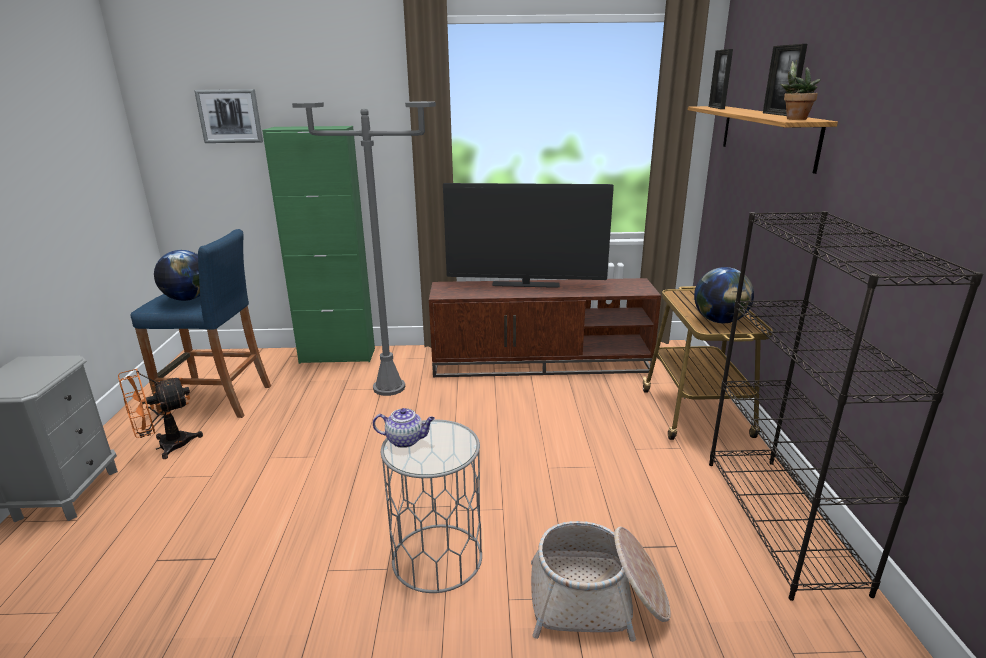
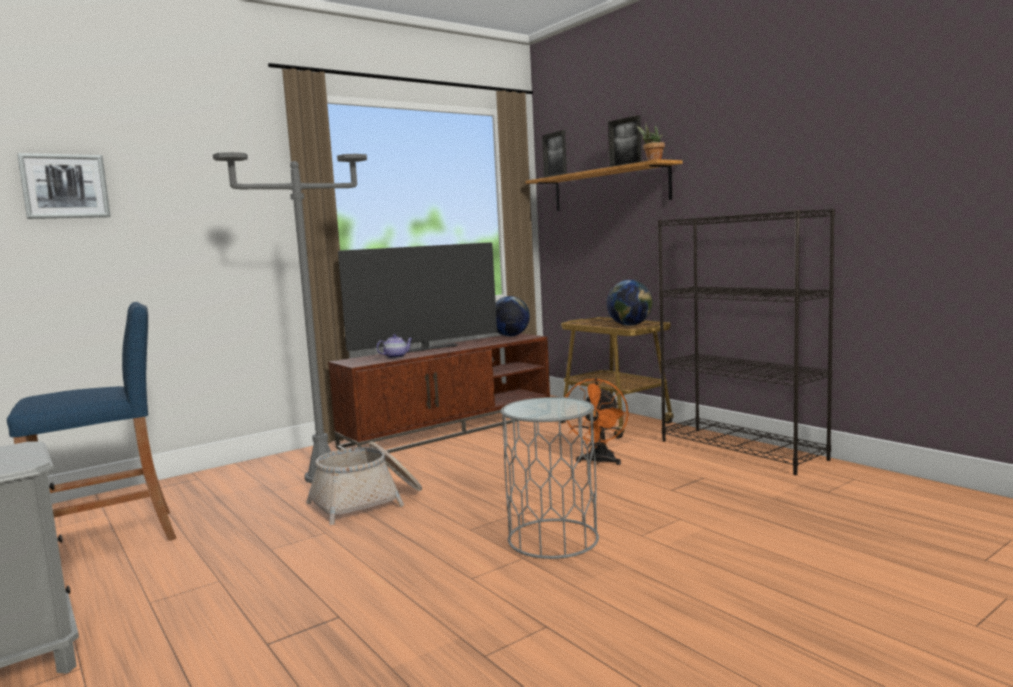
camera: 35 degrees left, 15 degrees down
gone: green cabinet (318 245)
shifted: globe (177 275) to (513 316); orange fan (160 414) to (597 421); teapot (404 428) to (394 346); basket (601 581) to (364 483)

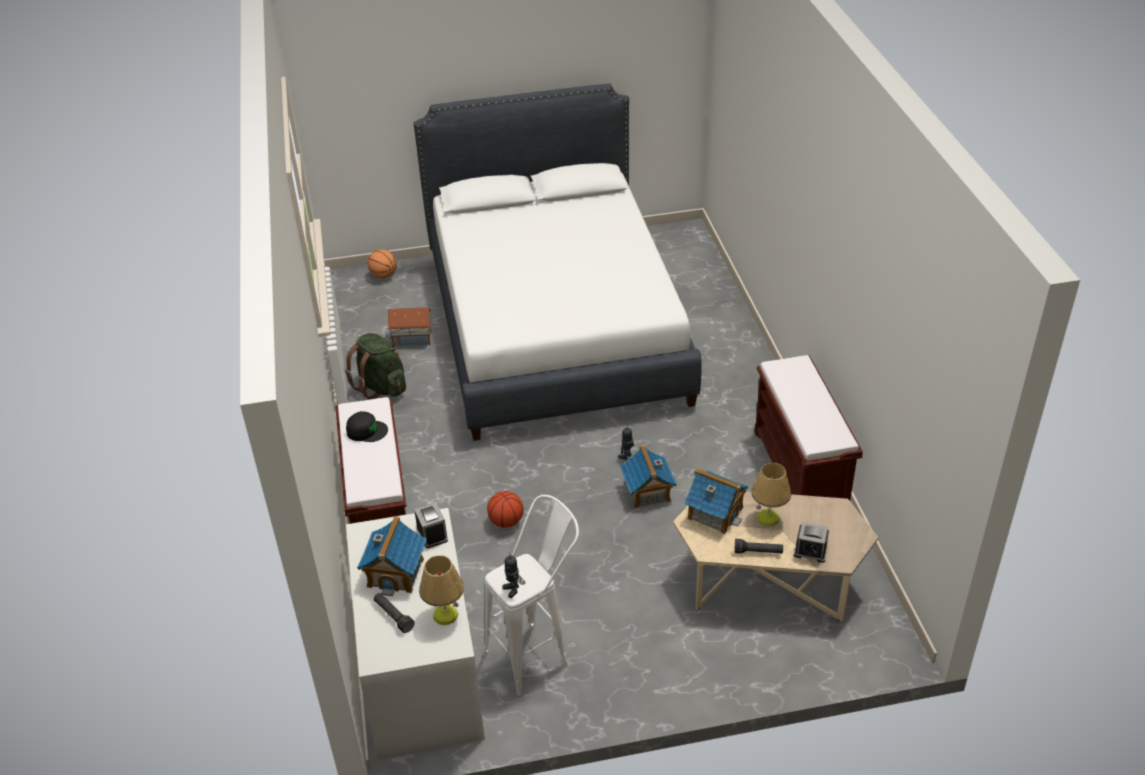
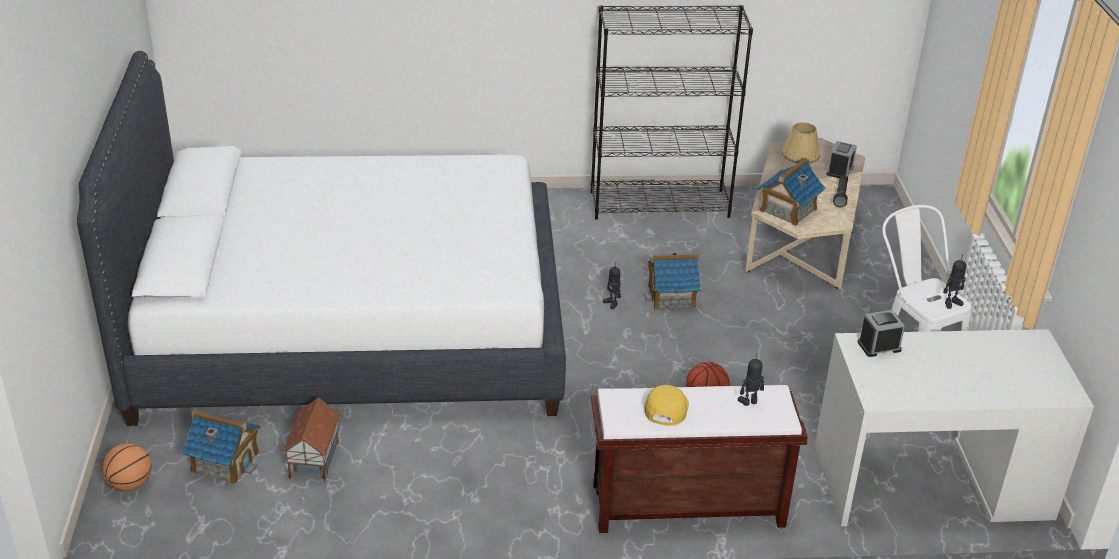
camera: 85 degrees left, 5 degrees down
gone: green backpack (375 366); table lamp (441 590); black flashlight (394 613)
new: toy robot (751 380)
shifted: toy house (392 556) to (221 447)
swapped: brown bench (809 427) to black bookcase (672 112)
repainted: black cap (367 426) to yellow cap (666 405)

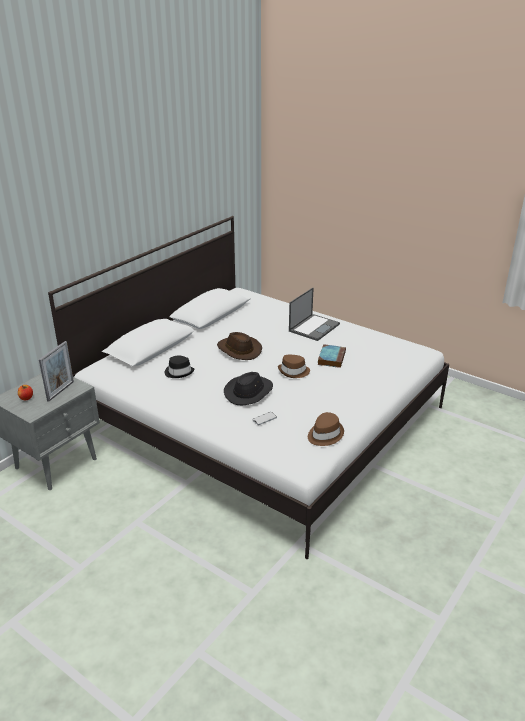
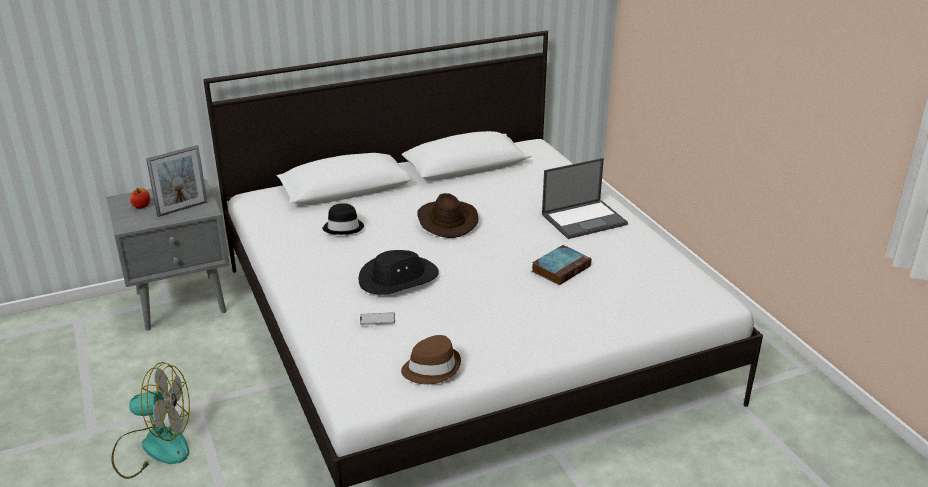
camera: 30 degrees right, 0 degrees up
gone: brown hat (294 366)
new: fan (150 420)

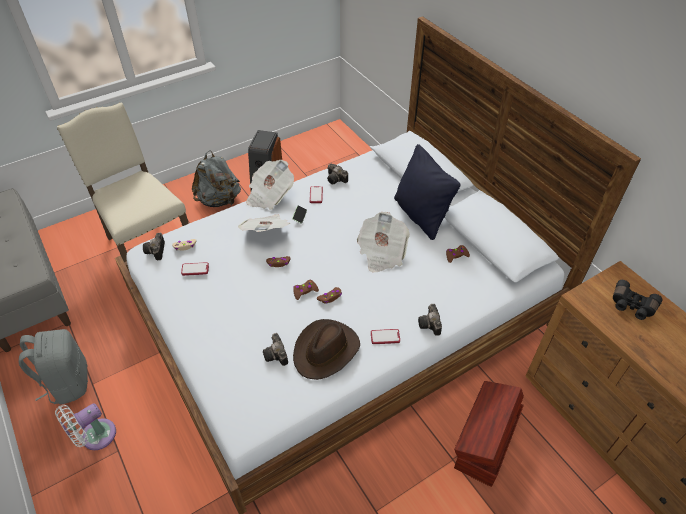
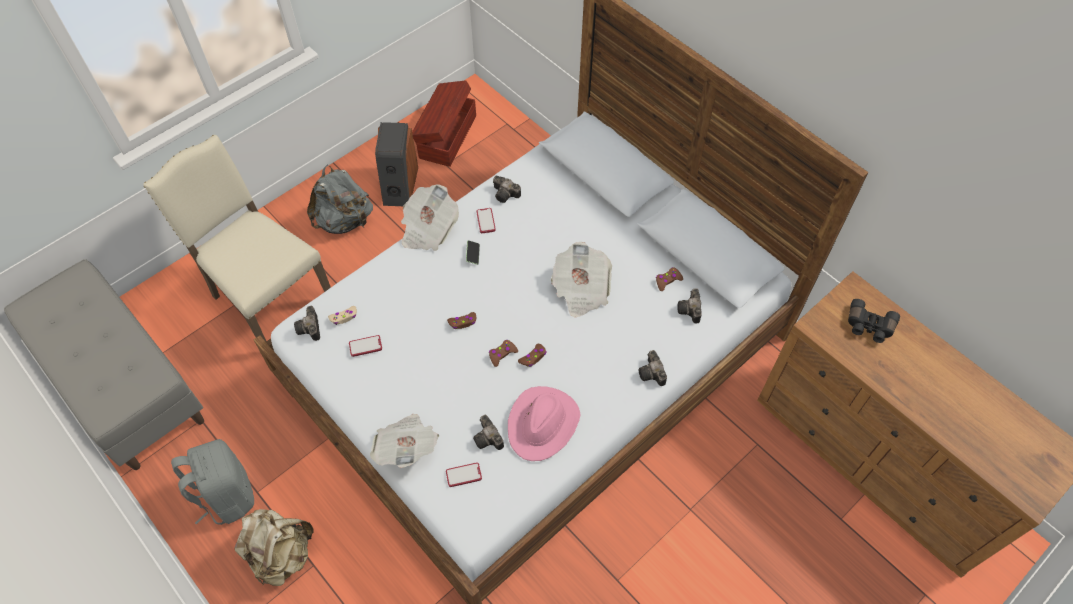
camera: 10 degrees left, 10 degrees up
gone: black pillow (427 192)
new: photo camera (690 305)
shifted: newspaper (264 223) to (404 441); phone (385 336) to (464 475); brown storage box (489 434) to (444 123)
swapped: white fan (85 426) to beige backpack (273 547)
repainted: brown hat (326 349) to pink hat (544 423)

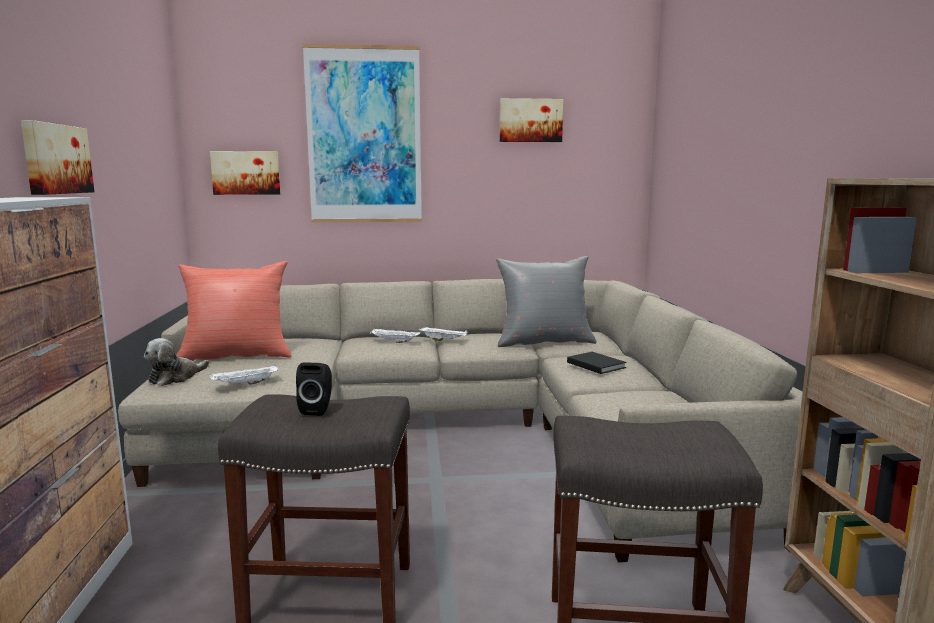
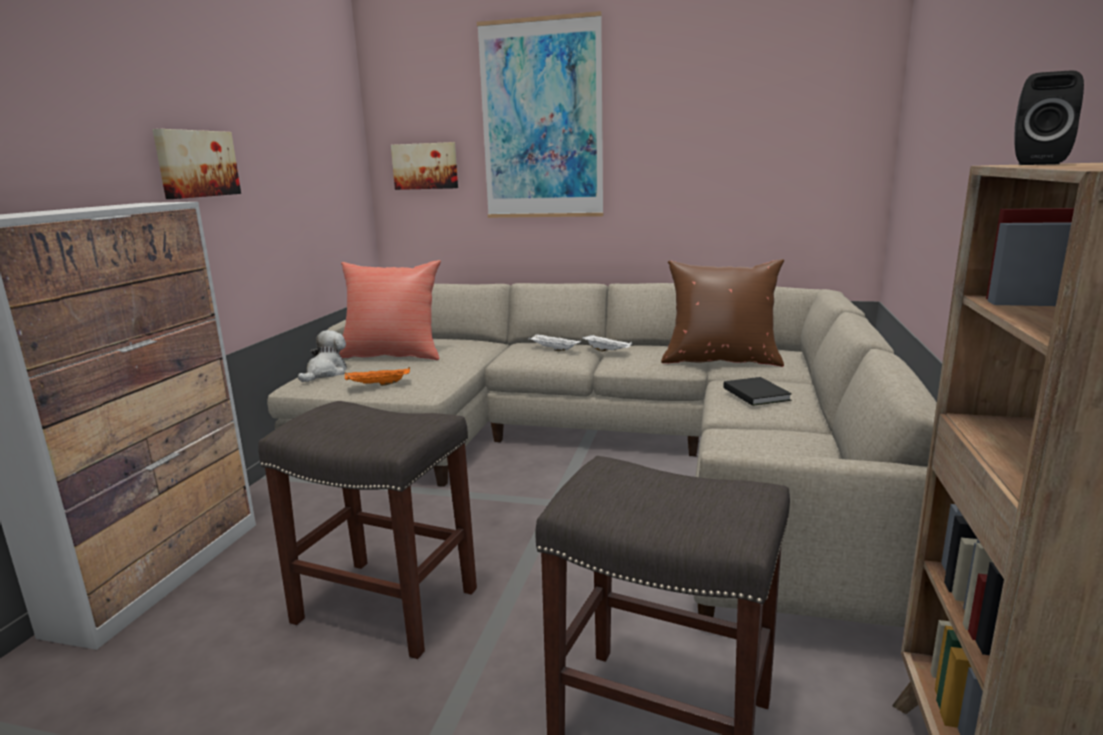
camera: 20 degrees right, 5 degrees up
gone: picture (531 120)
shifted: black speaker (314 389) to (1049 118)
repainted: grey pillow (546 301) to brown pillow (722 313); white tray (244 374) to orange tray (377 376)
rotated: plush toy (176 362) = (322 356) 150 degrees clockwise

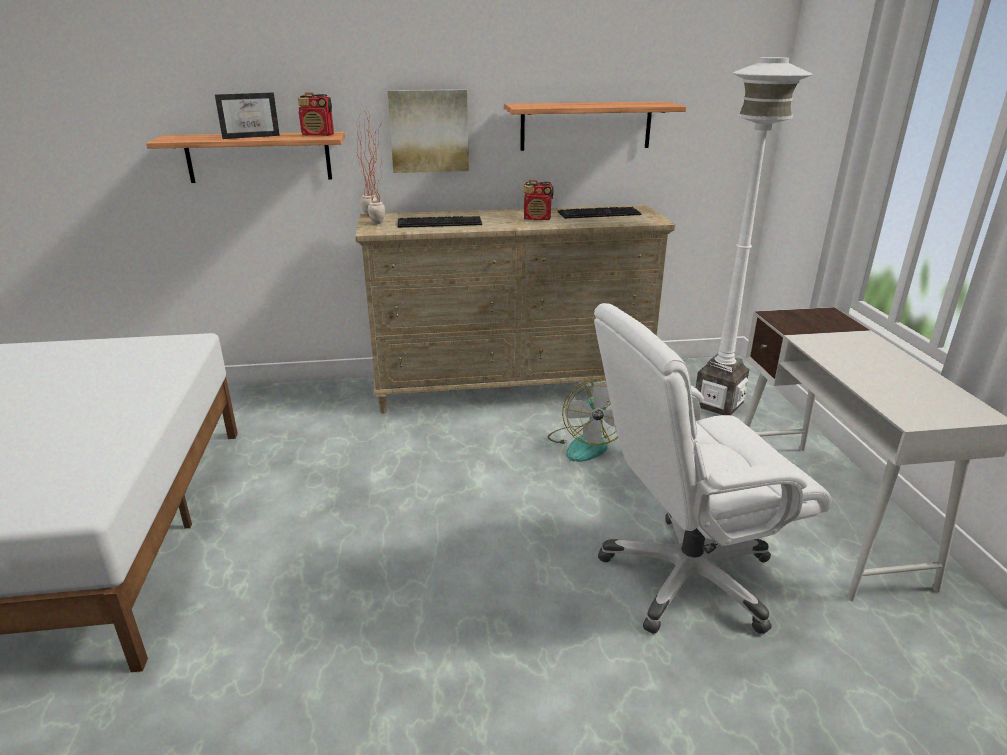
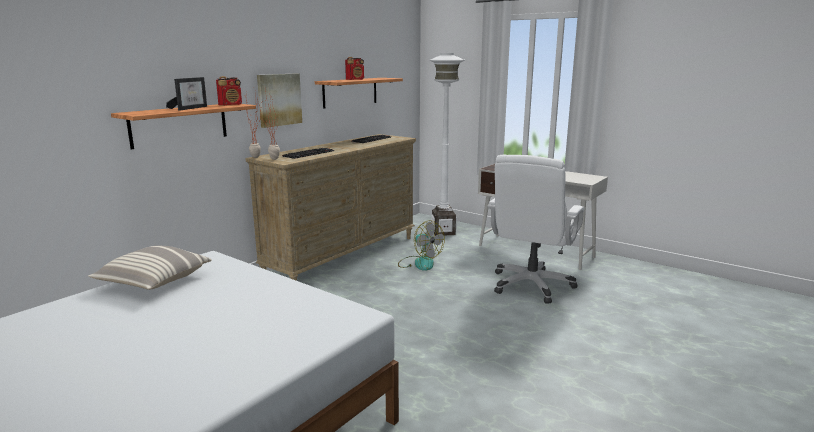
camera: 45 degrees left, 10 degrees down
new: pillow (150 268)
shifted: radio (538 199) to (354 68)

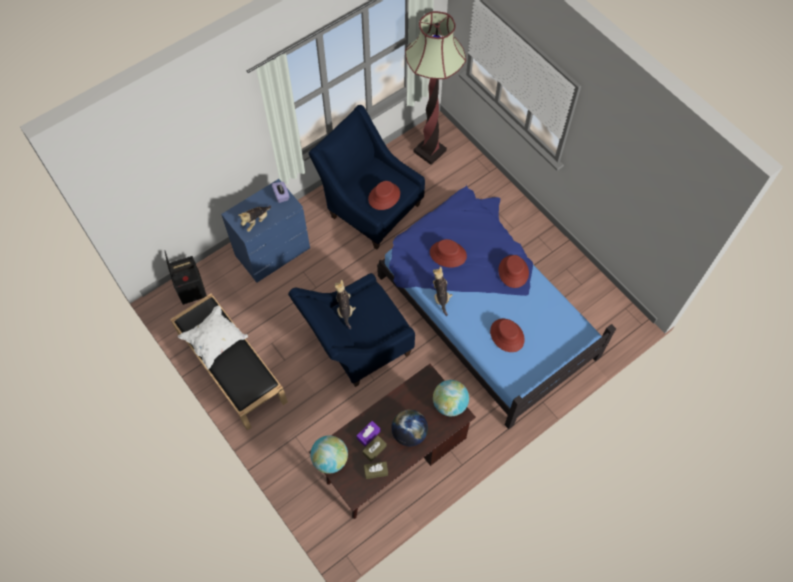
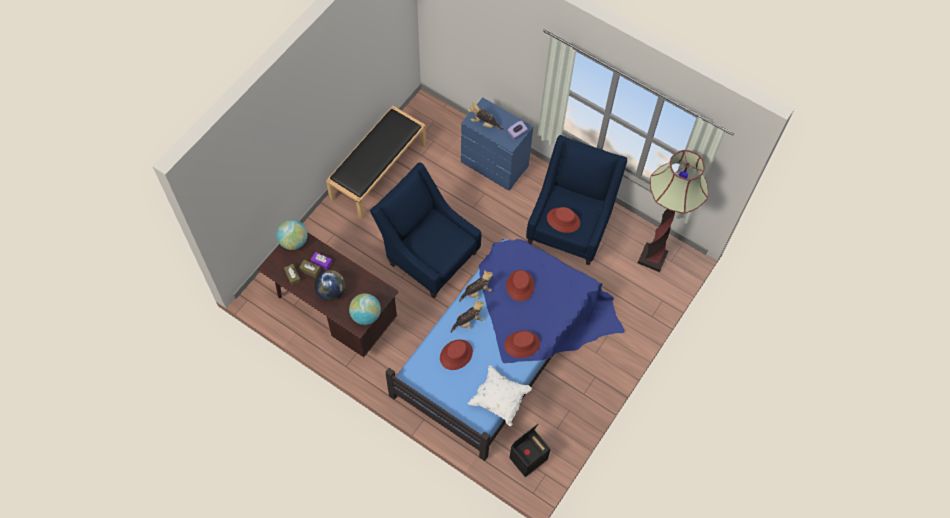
camera: 70 degrees right, 0 degrees up
shifted: black storage box (185 277) to (530 450); plush toy (345 304) to (467 316); white pillow (213 337) to (500 395)

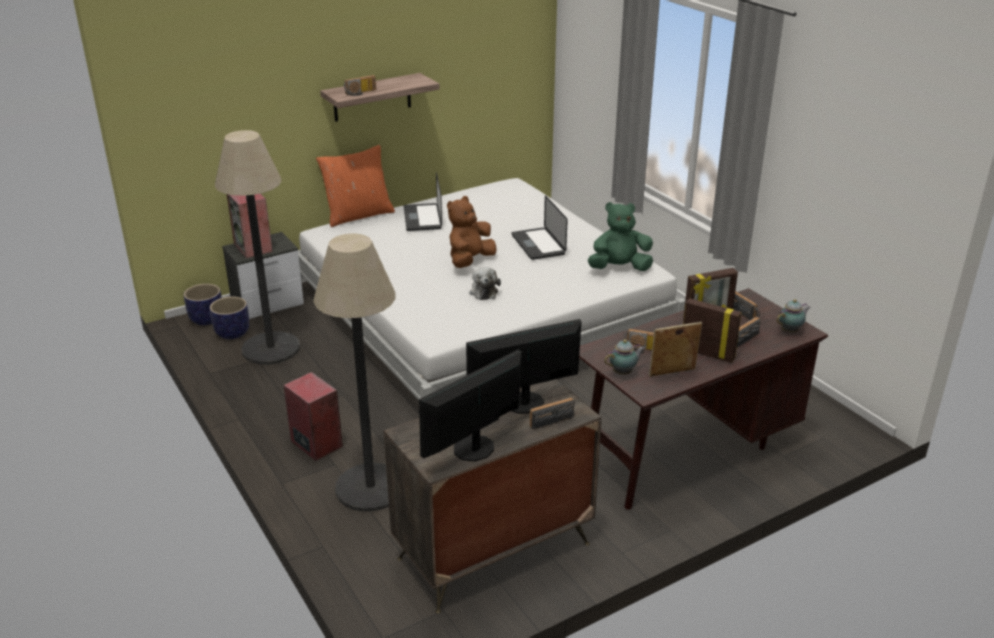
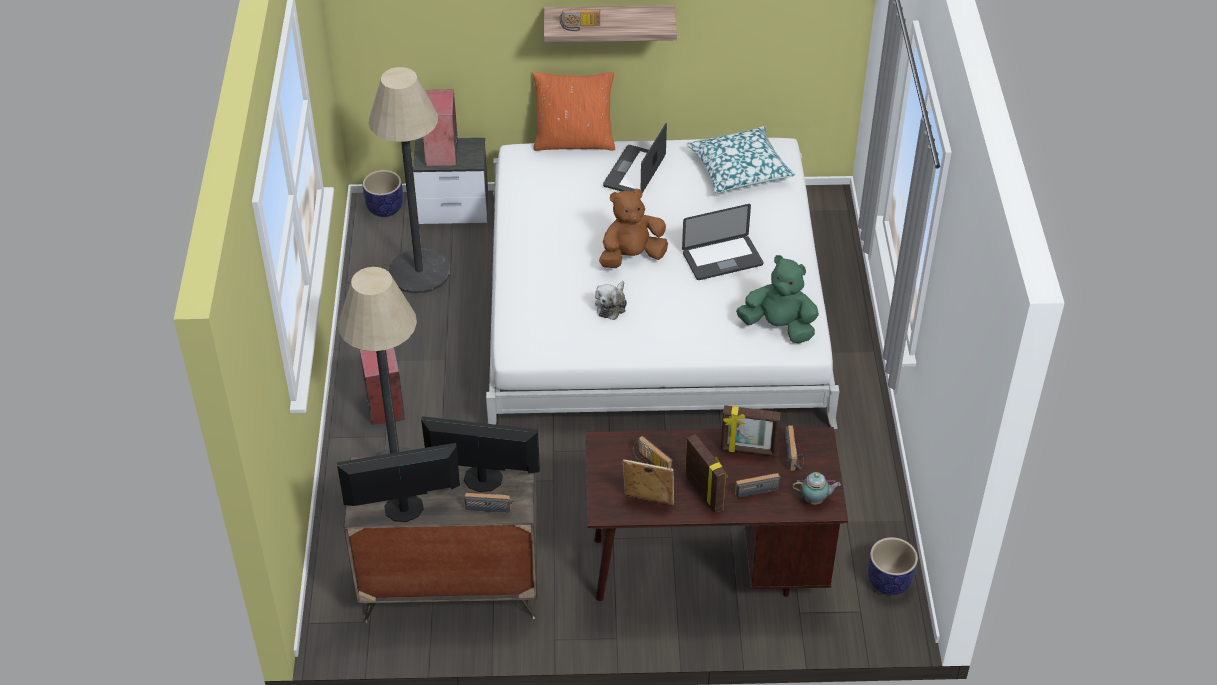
camera: 30 degrees right, 15 degrees up
gone: teapot (624 357)
new: pillow (740 160)
shifted: planter (229 317) to (893 566)
rotated: laptop (539 227) = (722 242) 120 degrees counterclockwise

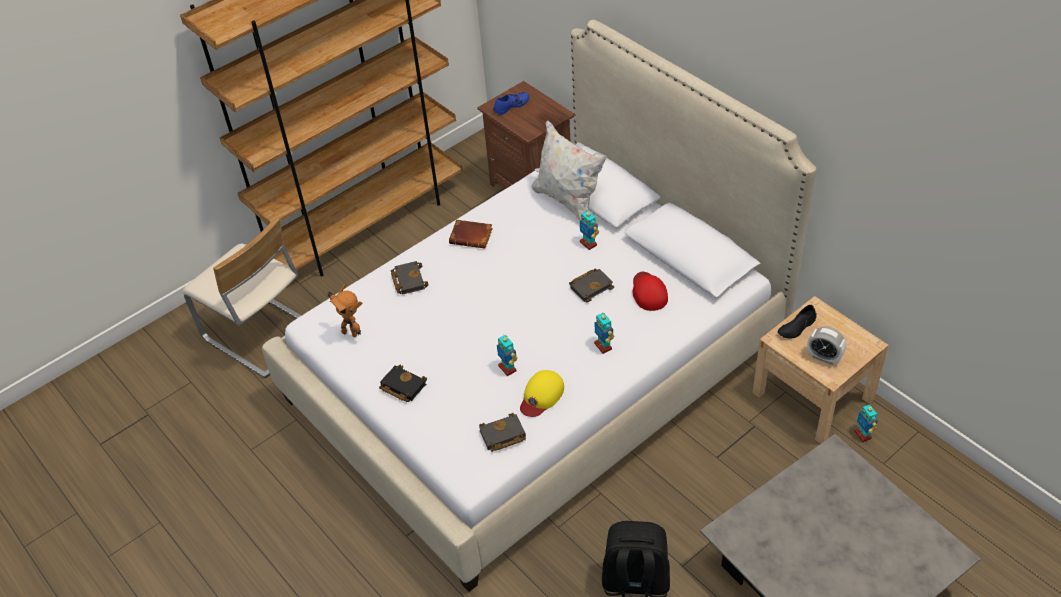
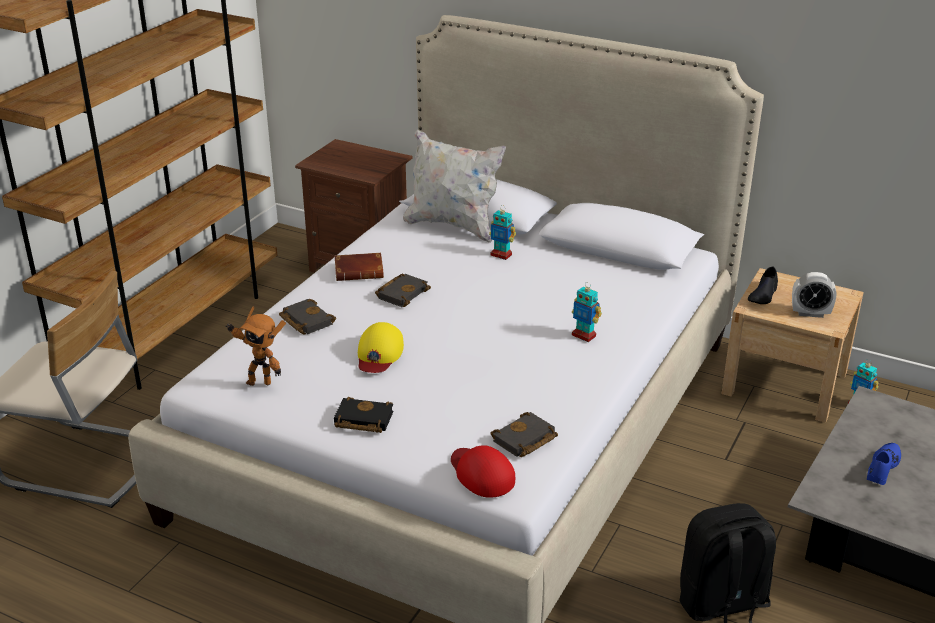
camera: 25 degrees left, 15 degrees down
gone: toy robot (507 355)
shifted: blue shoe (511 103) to (884 464); black book (591 285) to (403 290); red cap (650 291) to (483 471); yellow cap (542 393) to (381 347)

